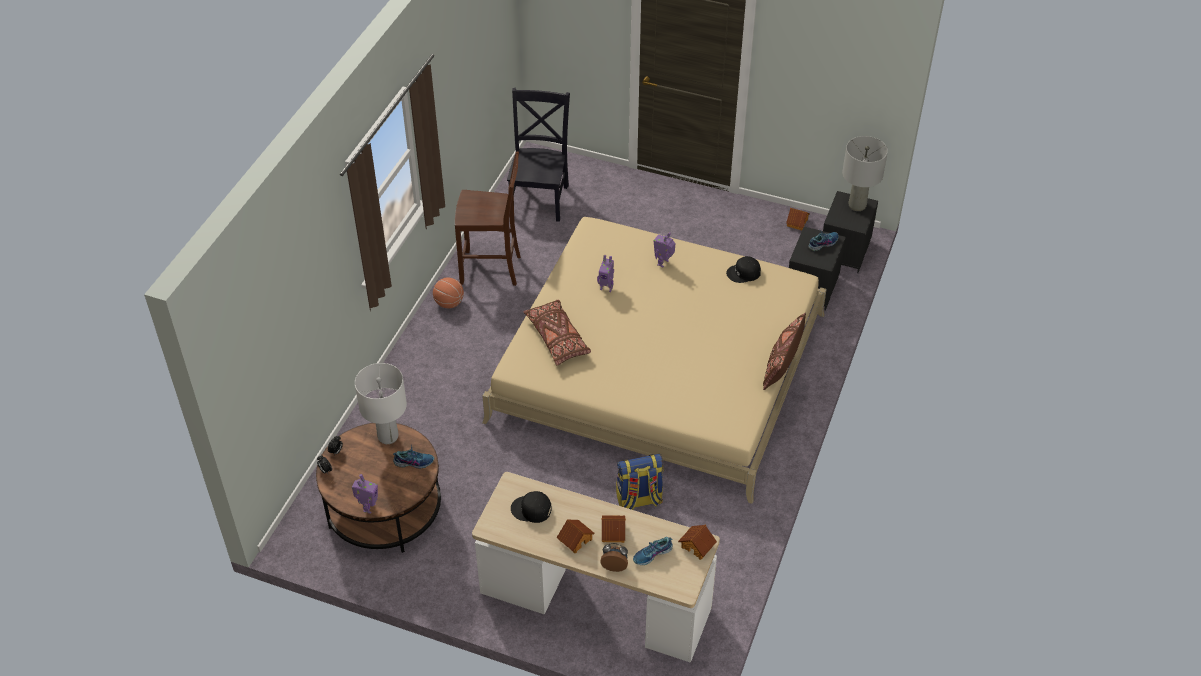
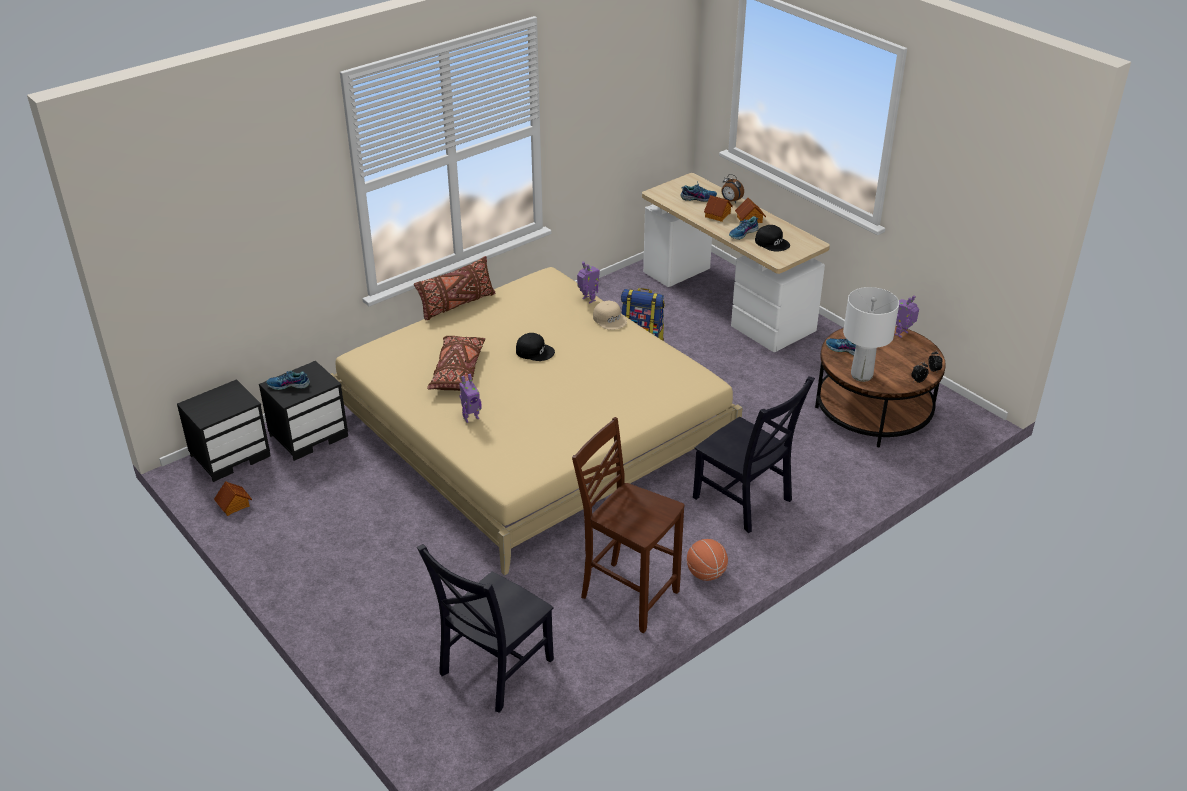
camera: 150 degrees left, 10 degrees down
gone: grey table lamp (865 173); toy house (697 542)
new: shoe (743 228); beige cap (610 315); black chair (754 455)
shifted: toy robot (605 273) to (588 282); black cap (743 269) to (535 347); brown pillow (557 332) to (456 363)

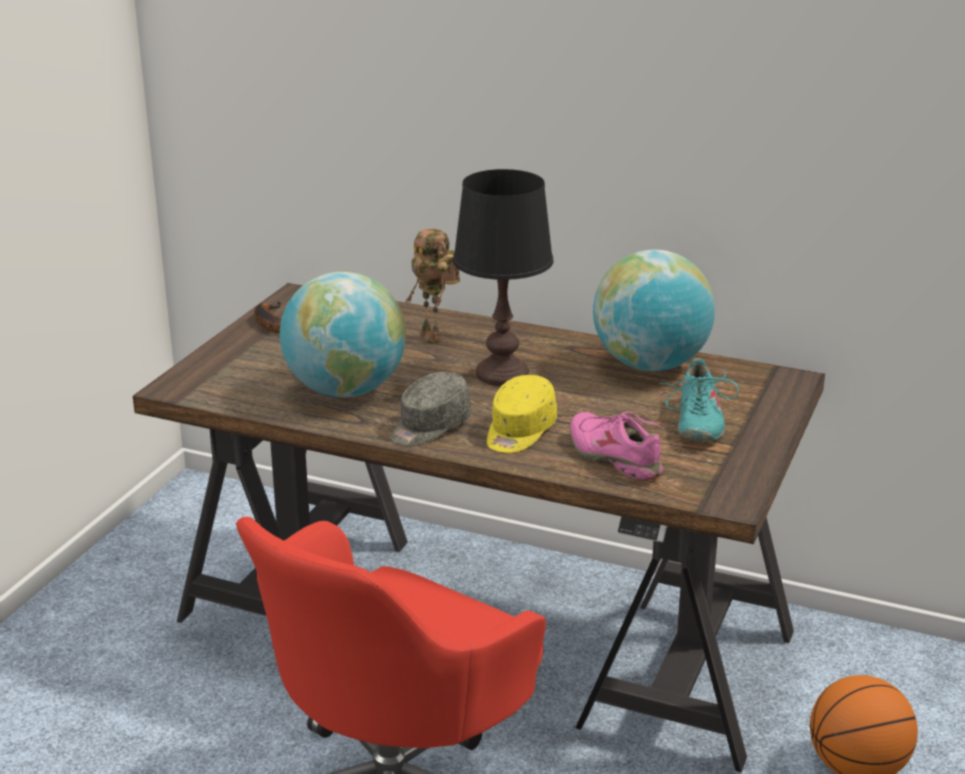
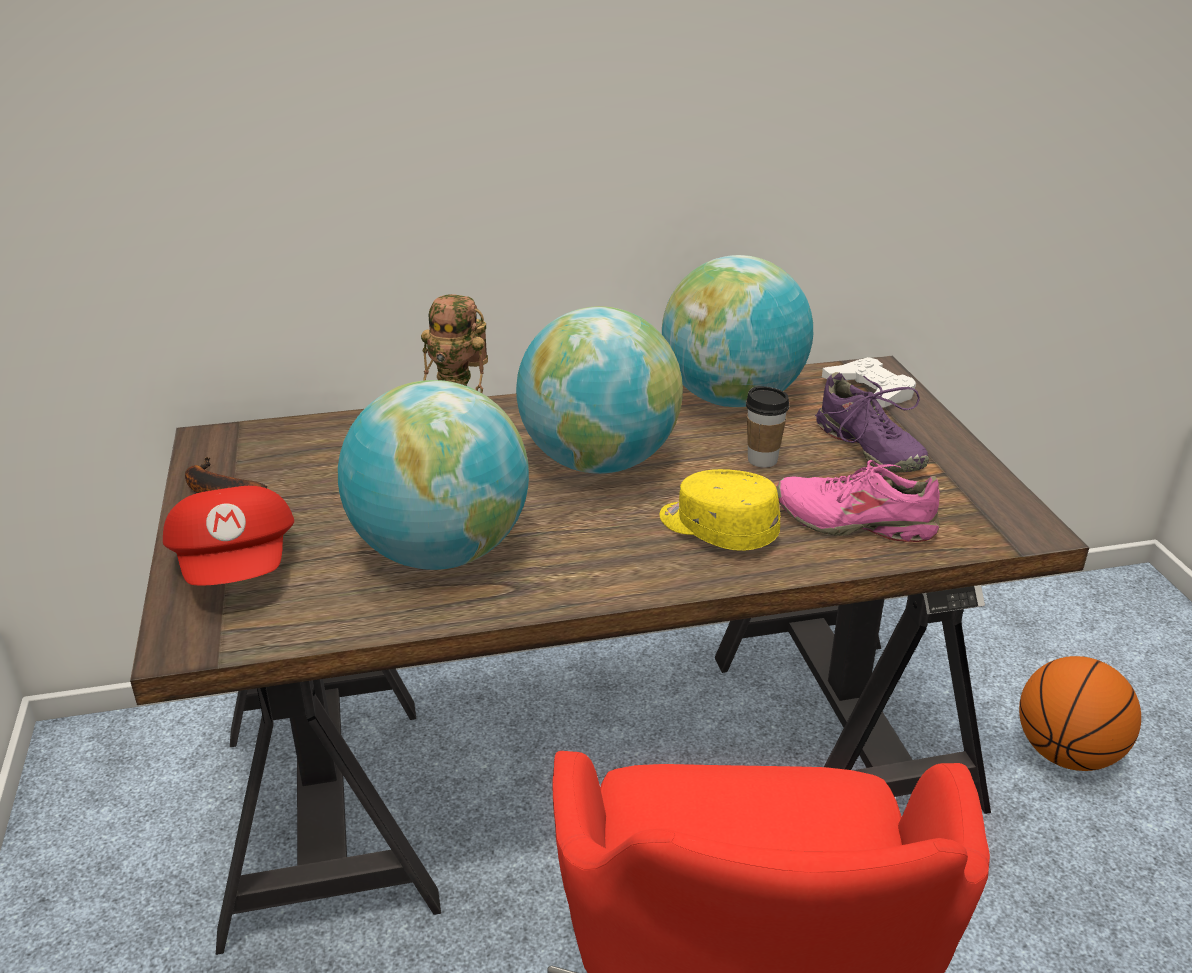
camera: 35 degrees left, 5 degrees up
gone: grey cap (430 409)
new: white game controller (869 382); cup (768 427); red cap (228 535)
swapped: black table lamp (503 277) to globe (599 390)
repainted: turquoise shoe (699 400) to purple shoe (872 422)
rotated: yellow cap (522 414) = (720 510) 135 degrees clockwise

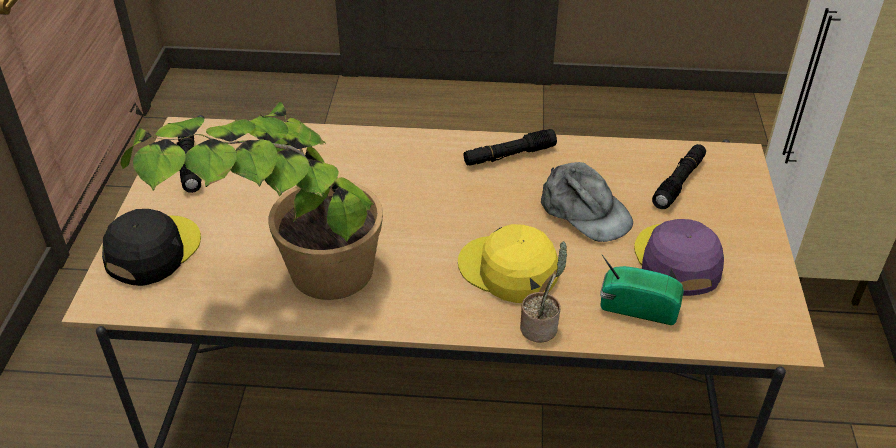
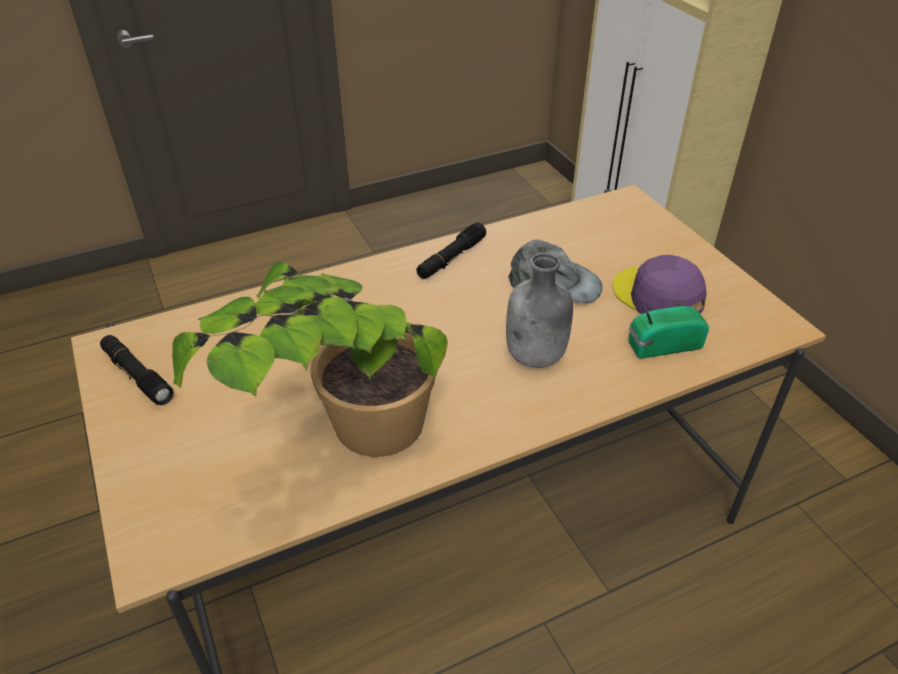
camera: 30 degrees left, 0 degrees up
gone: black flashlight (679 176); black cap (151 247); potted plant (543 292)
swapped: yellow cap (508 263) to grey bottle (539 310)

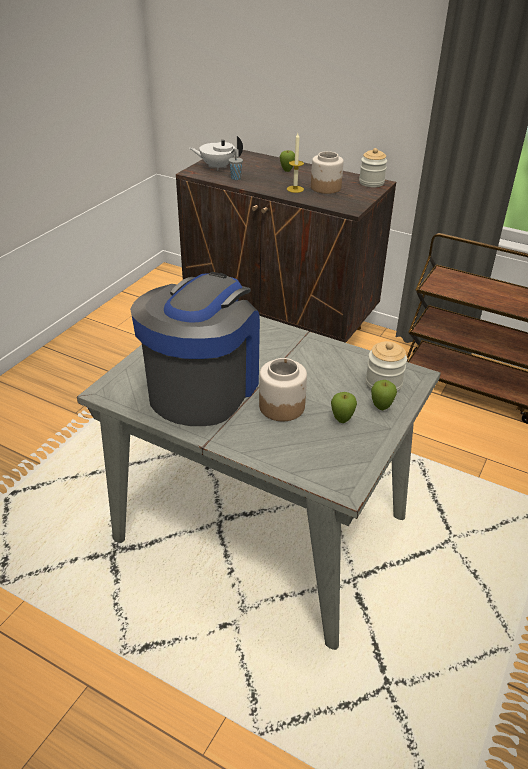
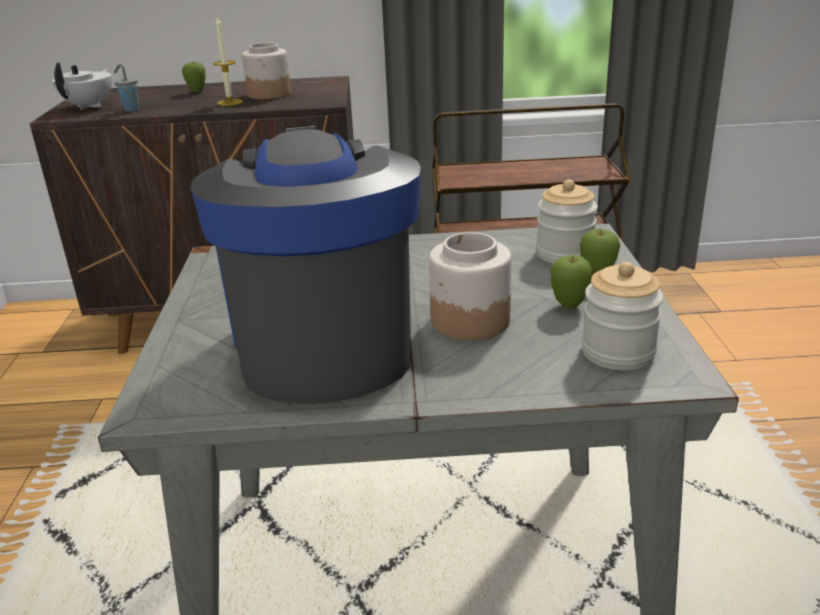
camera: 30 degrees left, 10 degrees down
shifted: jar (373 167) to (623 316)
rotated: white teapot (216 153) = (82 86) 135 degrees clockwise

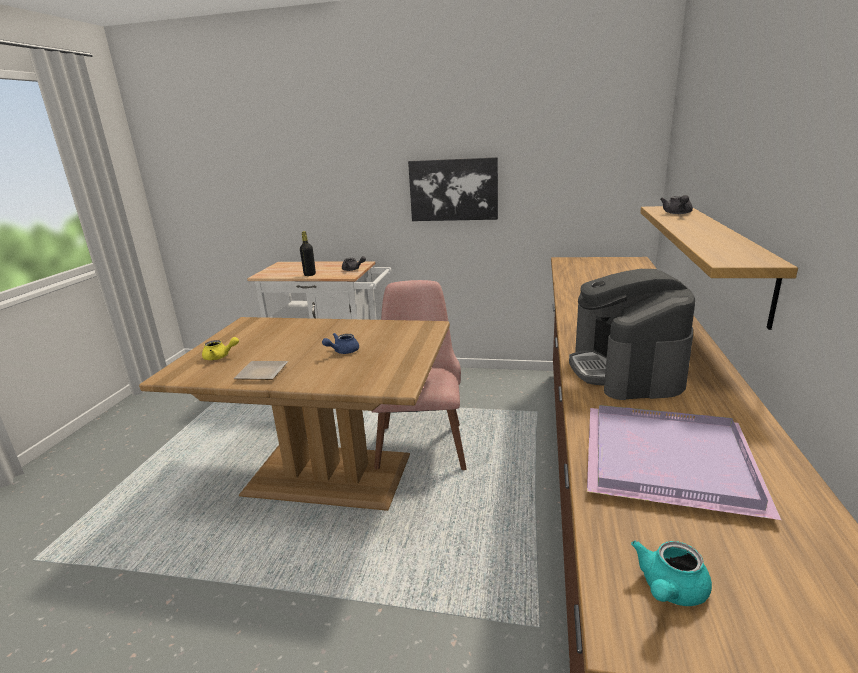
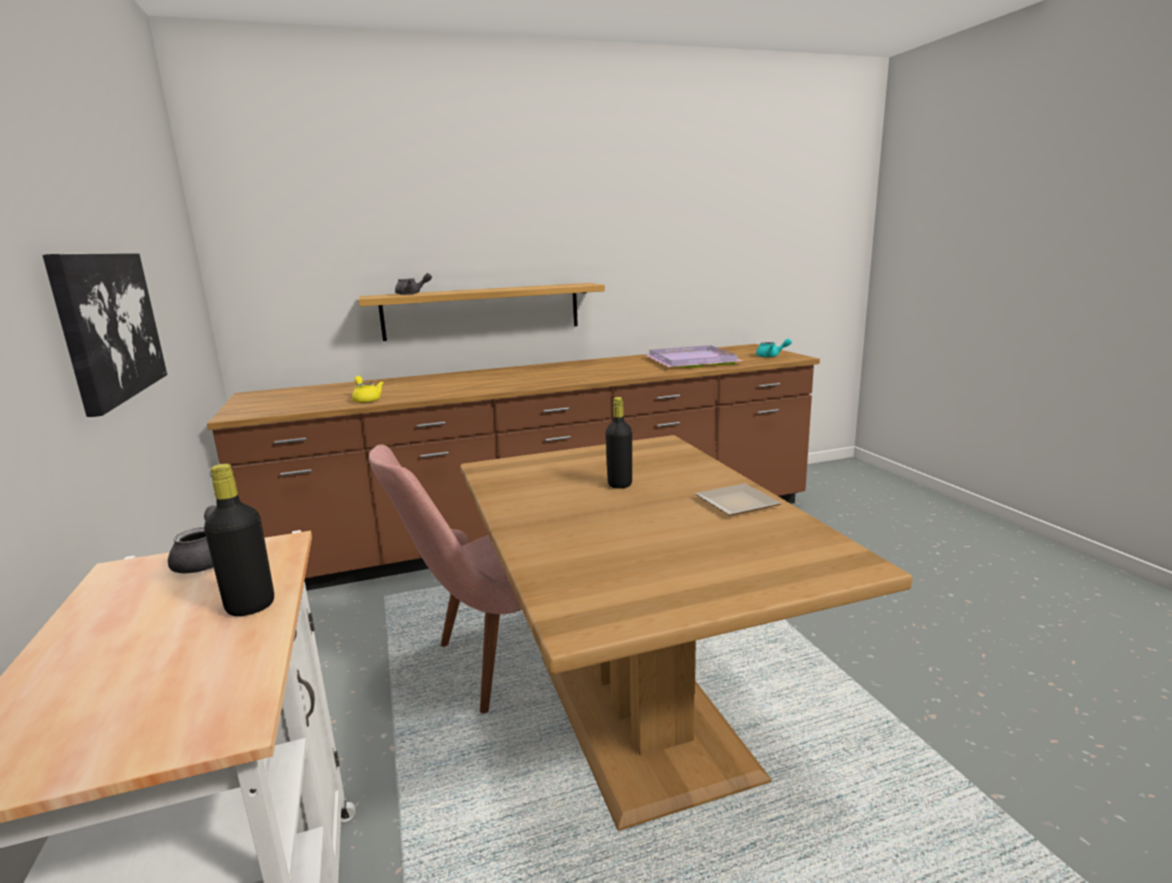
camera: 120 degrees left, 5 degrees down
gone: coffee machine (632 334)
shifted: yellow teapot (220 348) to (368 389)
swapped: blue teapot (340 343) to black bottle (619 443)

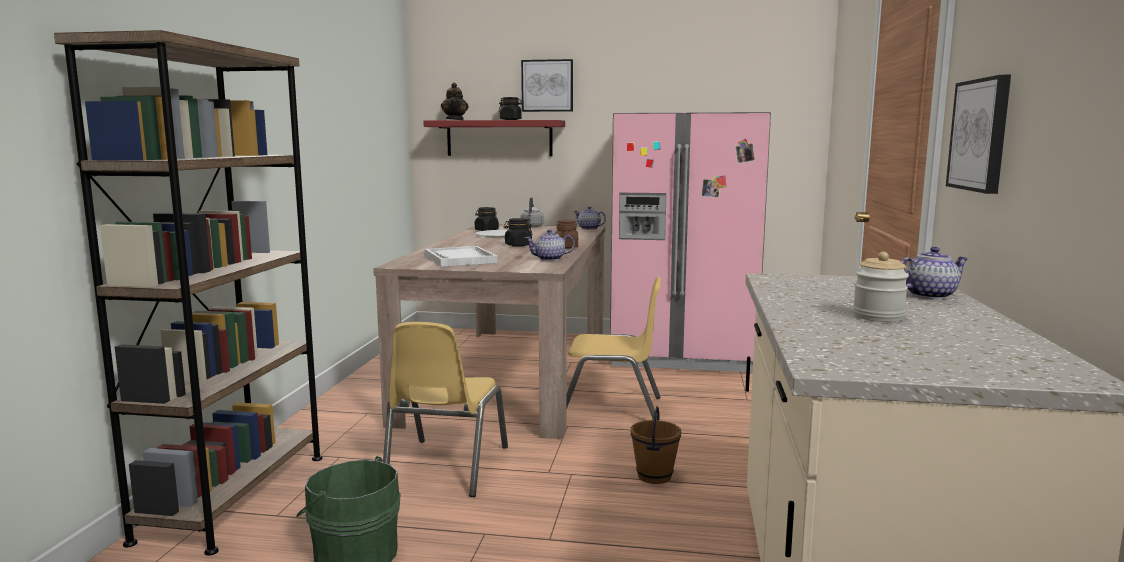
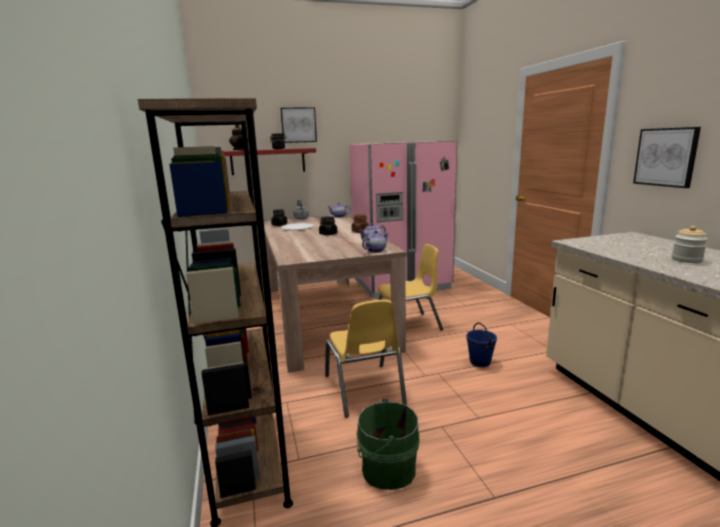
camera: 25 degrees left, 5 degrees up
gone: white tray (461 256)
shifted: teapot (935 273) to (375 241)
repainted: brown bucket (656 445) to blue bucket (481 344)

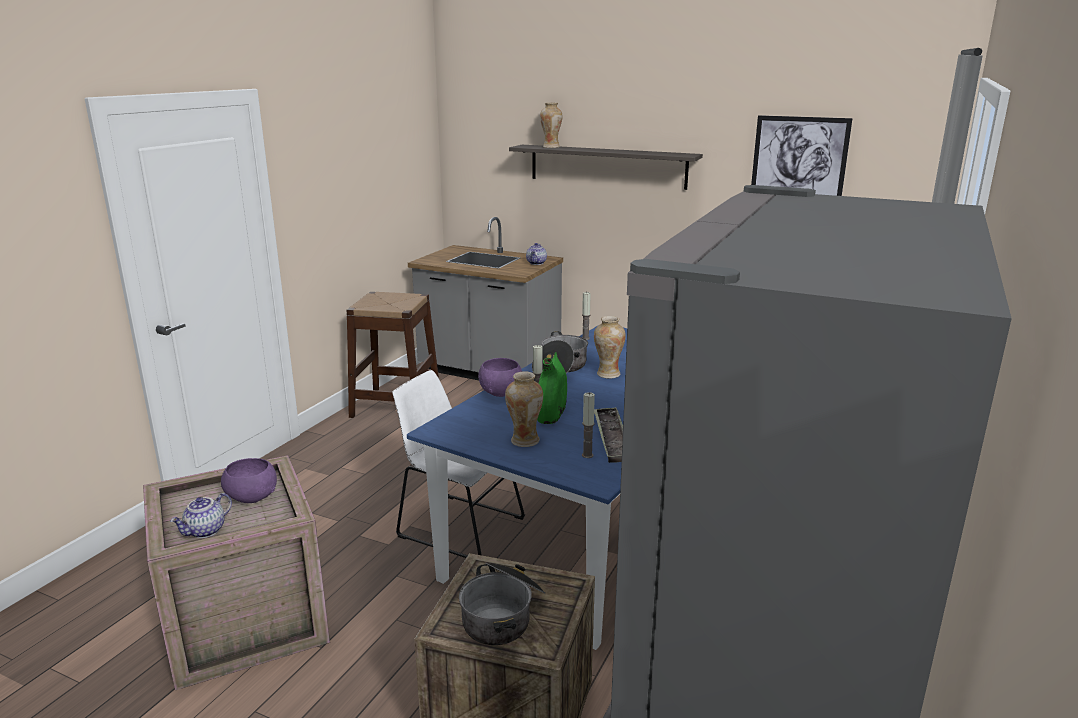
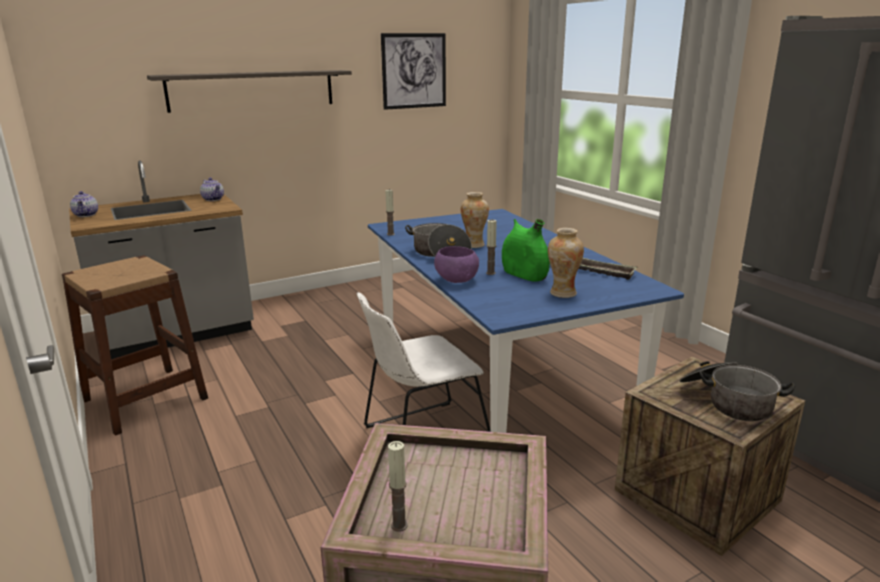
camera: 55 degrees left, 0 degrees up
gone: vase (551 125); purple bowl (249 480)
shifted: candle (588 425) to (398 486); teapot (201 515) to (84 204)

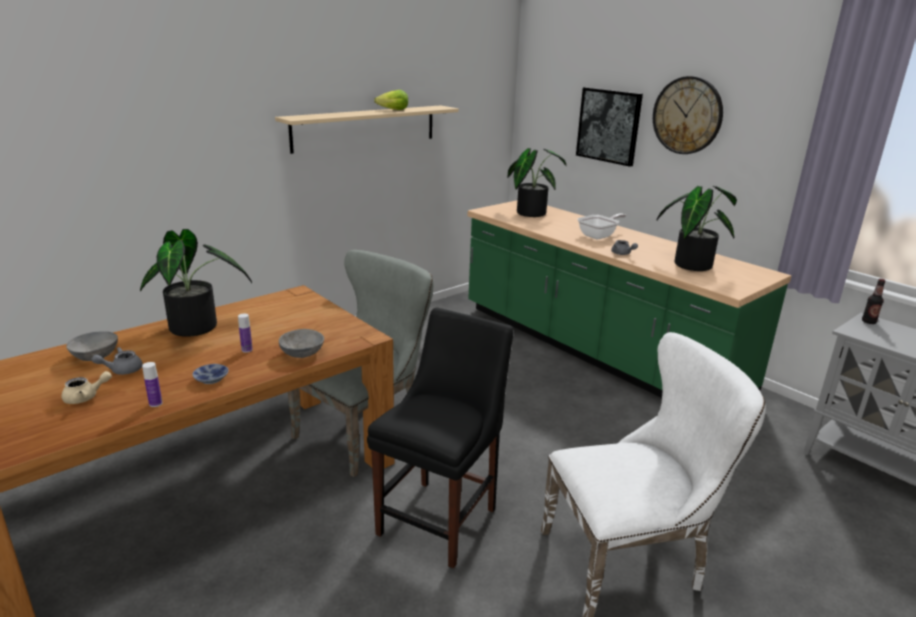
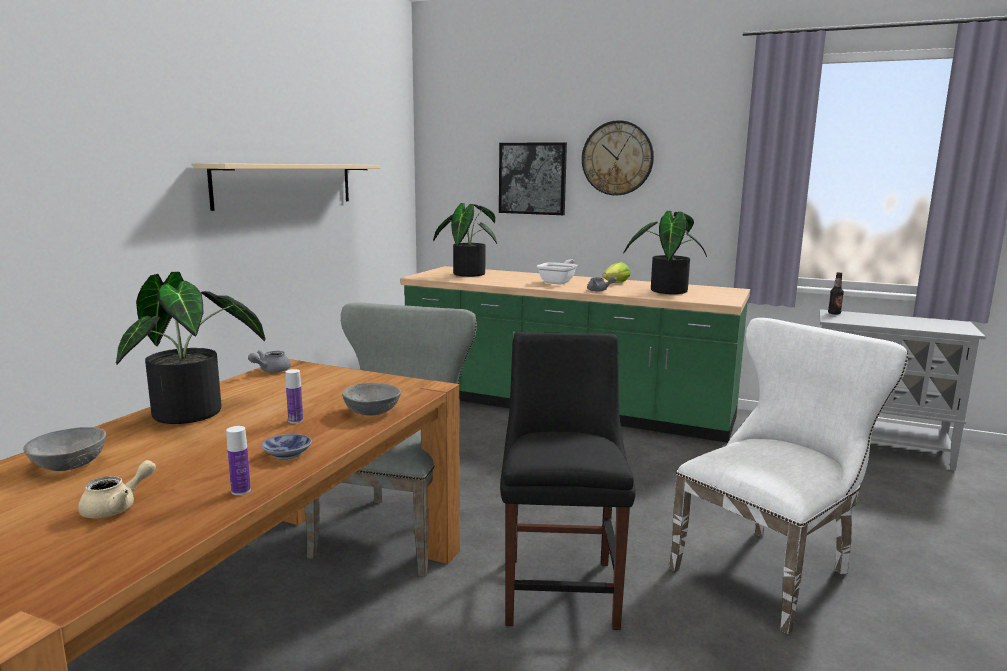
camera: 25 degrees left, 10 degrees down
shifted: lettuce (391 100) to (617 272); grey teapot (117 361) to (269 362)

